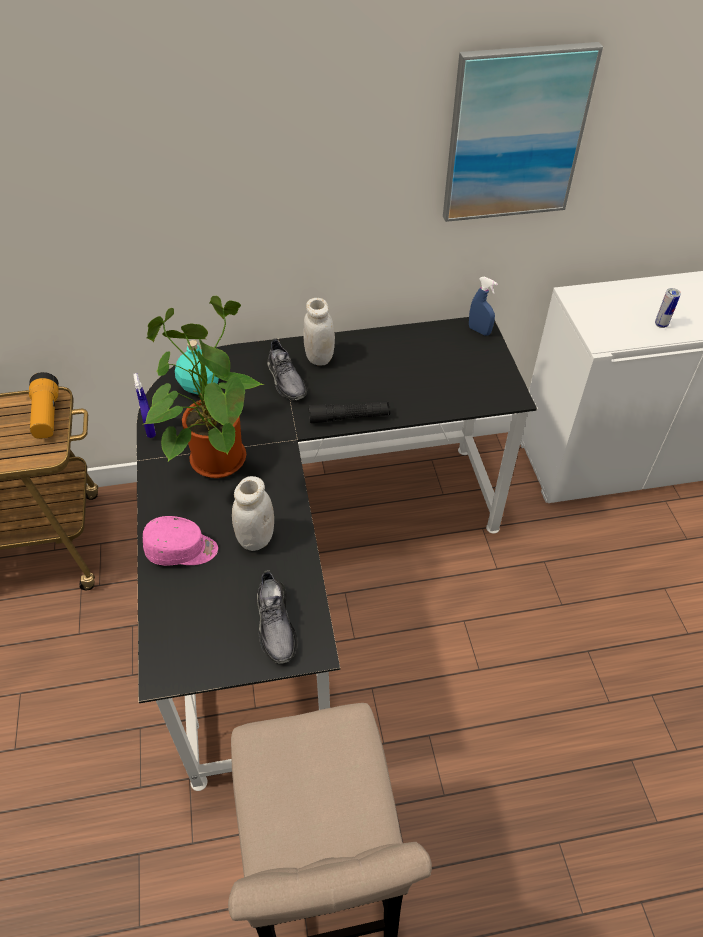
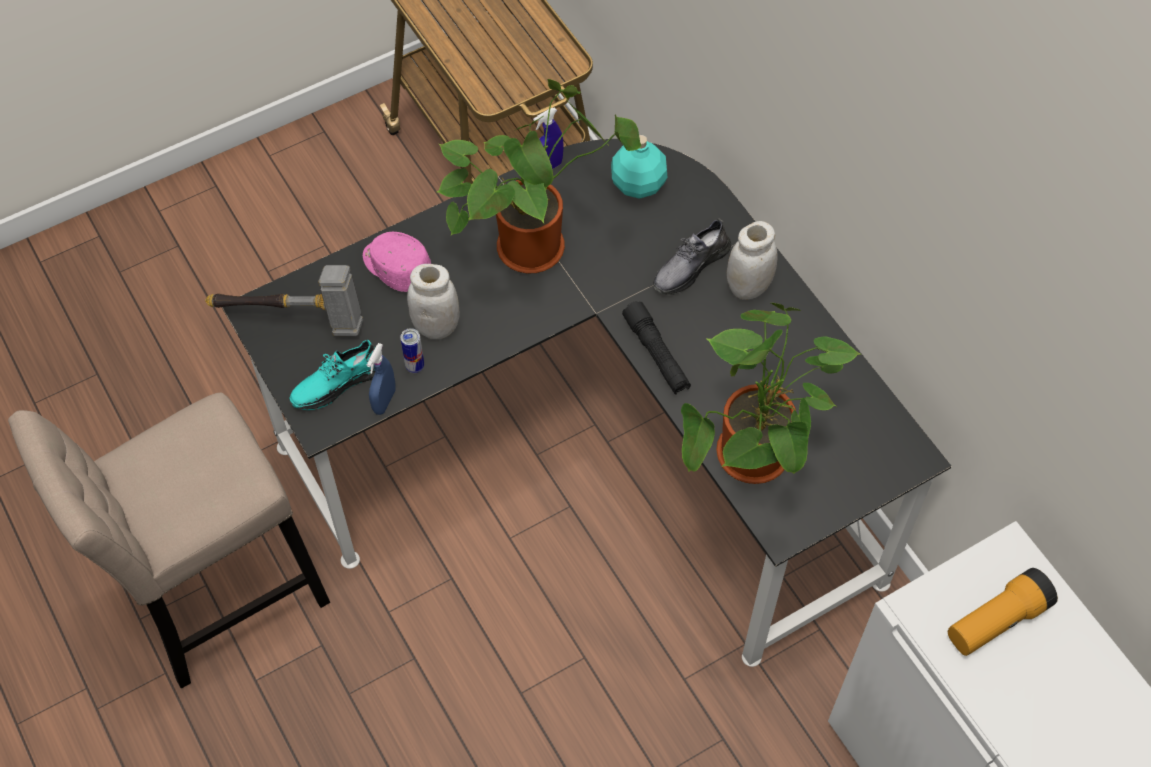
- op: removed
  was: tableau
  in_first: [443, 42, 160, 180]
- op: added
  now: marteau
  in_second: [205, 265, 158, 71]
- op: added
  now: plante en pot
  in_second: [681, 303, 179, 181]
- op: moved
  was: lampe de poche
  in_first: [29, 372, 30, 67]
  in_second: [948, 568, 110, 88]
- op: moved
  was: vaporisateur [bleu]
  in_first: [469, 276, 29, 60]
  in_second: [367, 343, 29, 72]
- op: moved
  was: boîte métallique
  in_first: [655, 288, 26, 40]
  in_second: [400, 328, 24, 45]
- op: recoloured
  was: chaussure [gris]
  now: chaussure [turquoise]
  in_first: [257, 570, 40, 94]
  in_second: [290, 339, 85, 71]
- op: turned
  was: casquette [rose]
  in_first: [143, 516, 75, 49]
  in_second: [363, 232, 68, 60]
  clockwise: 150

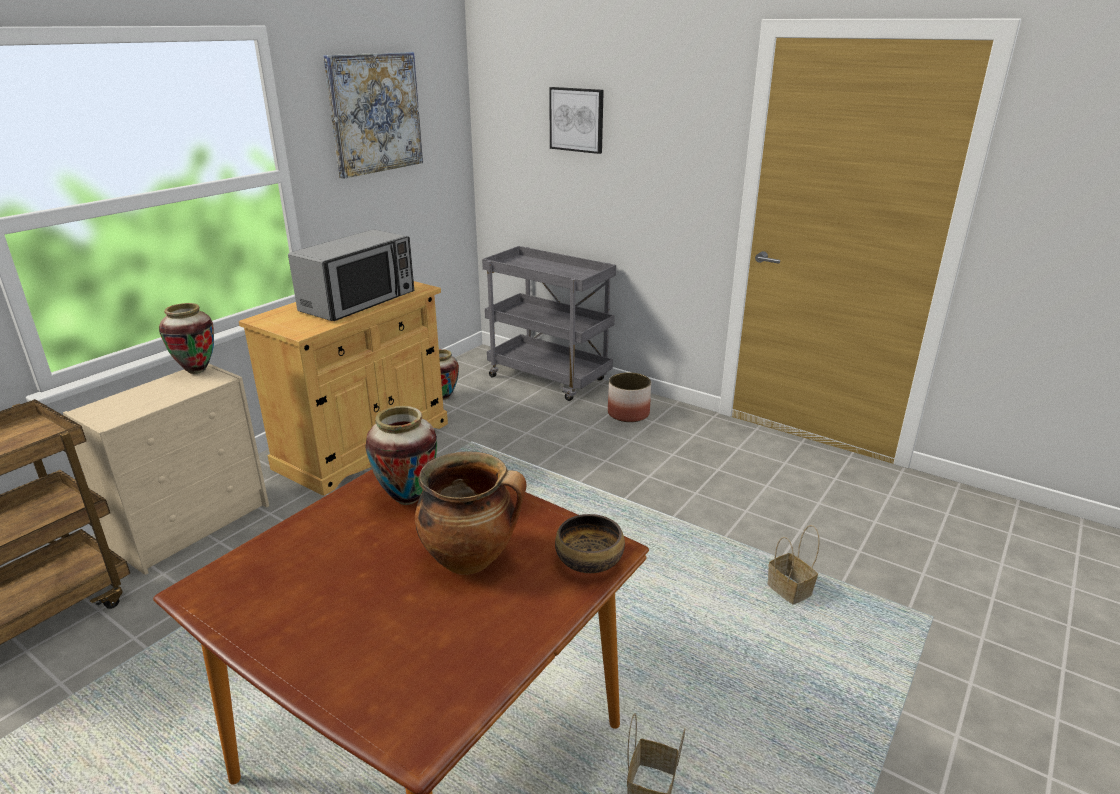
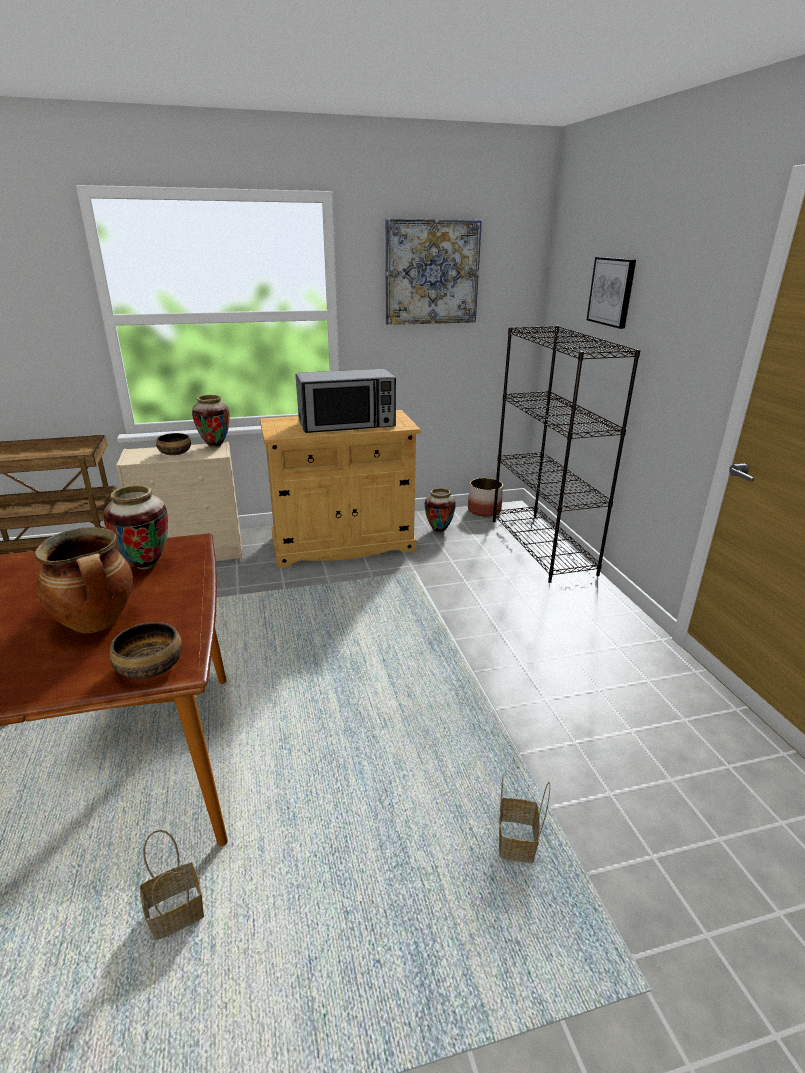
- op: added
  now: bol
  in_second: [156, 433, 35, 22]
- op: moved
  was: cache-pot
  in_first: [608, 372, 43, 50]
  in_second: [468, 478, 35, 38]
- op: replaced
  was: chariot [gris]
  now: bibliothèque [noir]
  in_first: [482, 246, 134, 155]
  in_second: [493, 326, 147, 257]

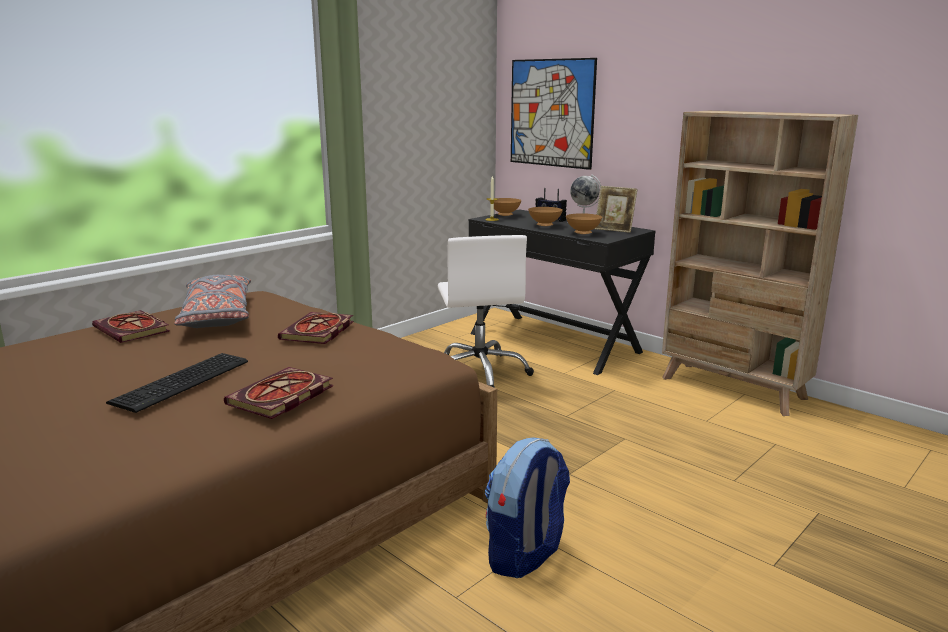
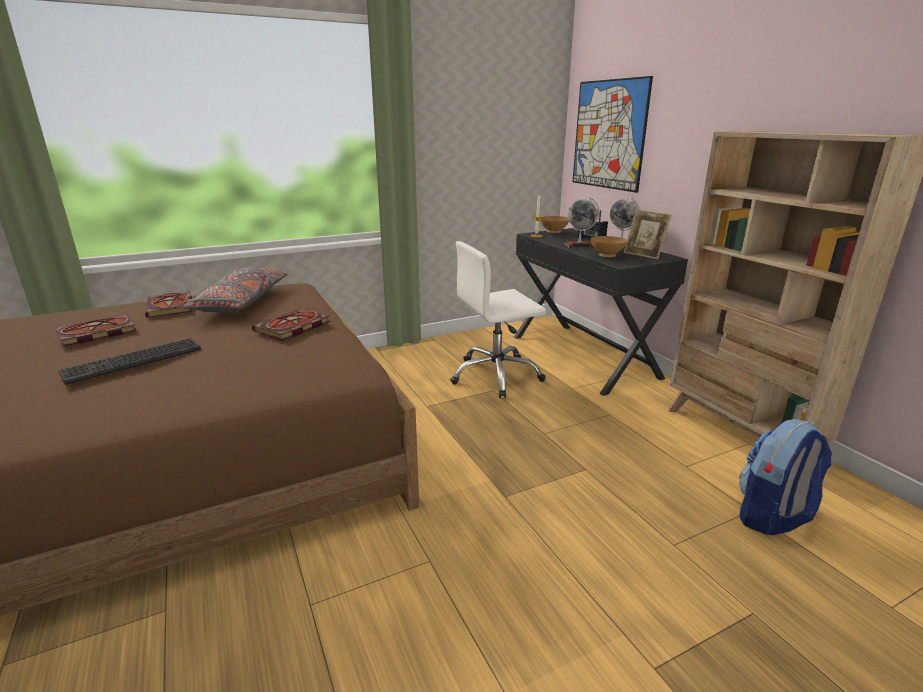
- op: moved
  was: livre
  in_first: [224, 367, 109, 52]
  in_second: [55, 314, 82, 33]
- op: moved
  was: sac à dos
  in_first: [485, 437, 85, 141]
  in_second: [739, 419, 93, 117]
- op: replaced
  was: bol [marron]
  now: globe
  in_first: [528, 207, 35, 19]
  in_second: [565, 197, 34, 51]
- op: turned
  was: chaise de bureau [blanc]
  in_first: [438, 235, 96, 153]
  in_second: [450, 241, 96, 157]
  clockwise: 60

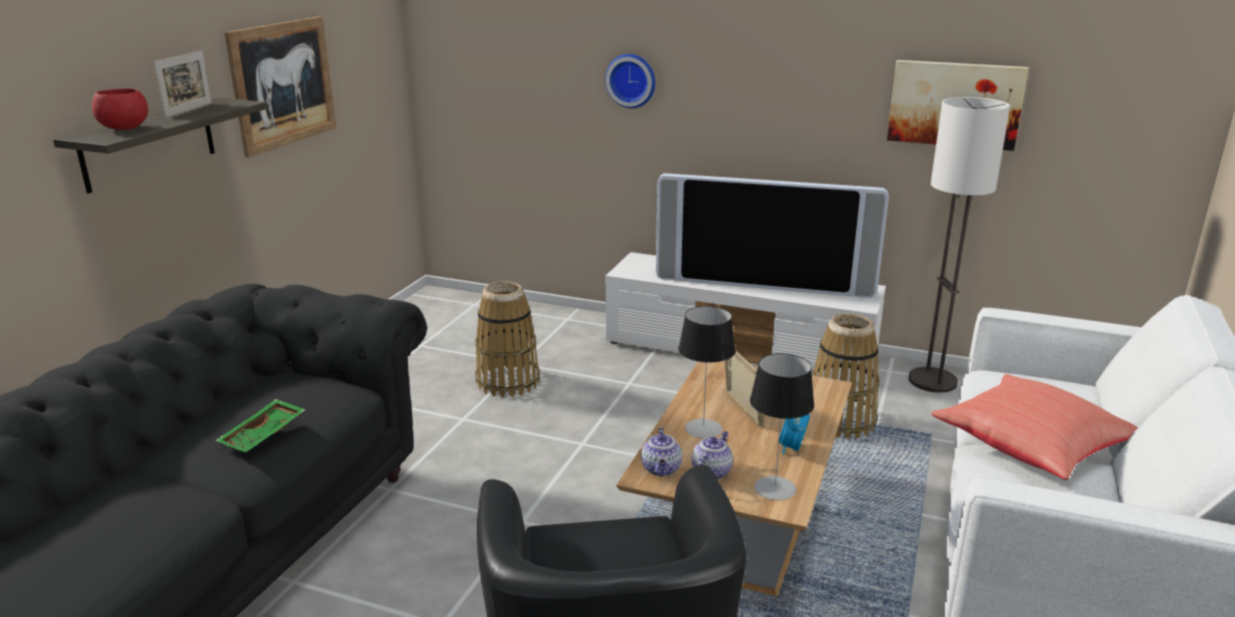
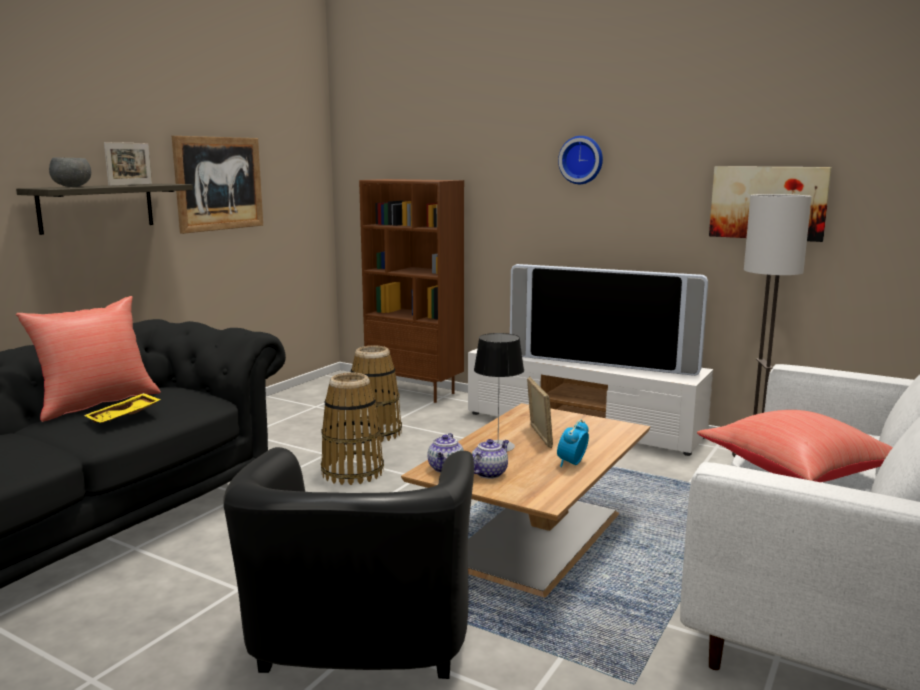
- op: removed
  was: lampe de table
  in_first: [750, 353, 64, 147]
- op: added
  now: coussin [rouge]
  in_second: [16, 296, 145, 126]
- op: added
  now: bibliothèque [marron]
  in_second: [359, 179, 105, 224]
- op: moved
  was: horloge murale
  in_first: [605, 54, 50, 54]
  in_second: [558, 136, 45, 48]
- op: moved
  was: panier
  in_first: [812, 313, 68, 126]
  in_second: [321, 372, 63, 113]
- op: recoloured
  was: bol [rouge]
  now: bol [gris]
  in_first: [92, 88, 56, 42]
  in_second: [49, 158, 42, 29]
- op: recoloured
  was: plateau [vert]
  now: plateau [jaune]
  in_first: [216, 399, 90, 53]
  in_second: [84, 393, 77, 30]

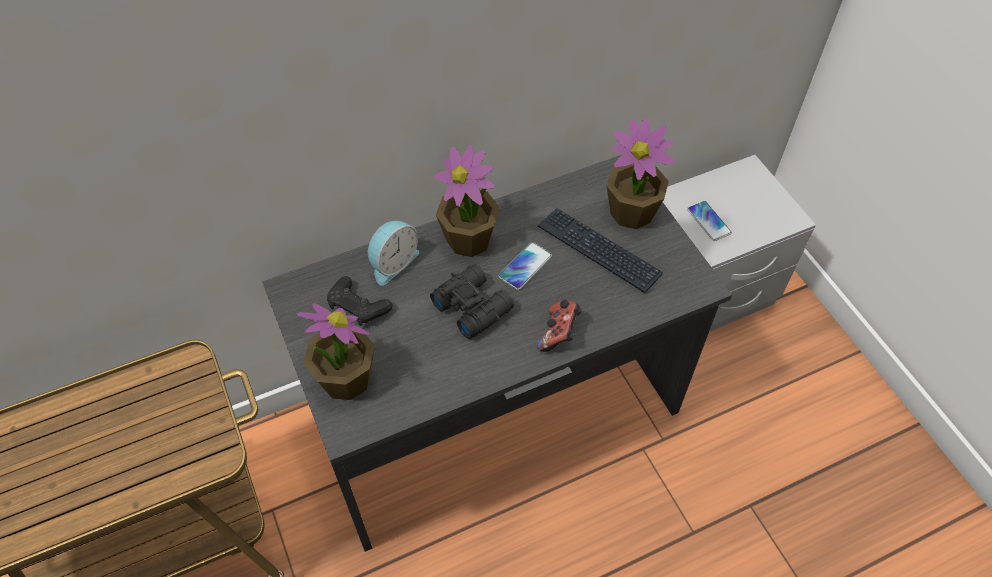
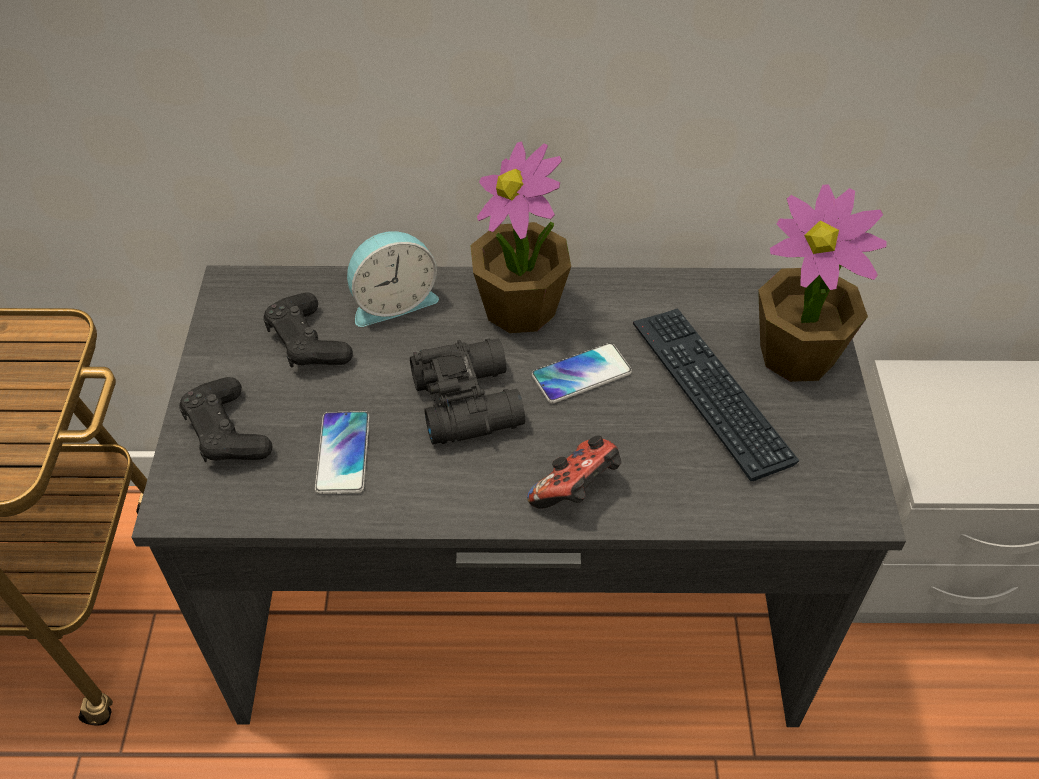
- op: moved
  was: téléphone
  in_first: [687, 201, 45, 40]
  in_second: [315, 411, 54, 83]
- op: replaced
  was: plante en pot
  now: manette [noir]
  in_first: [297, 303, 78, 97]
  in_second: [179, 377, 93, 85]

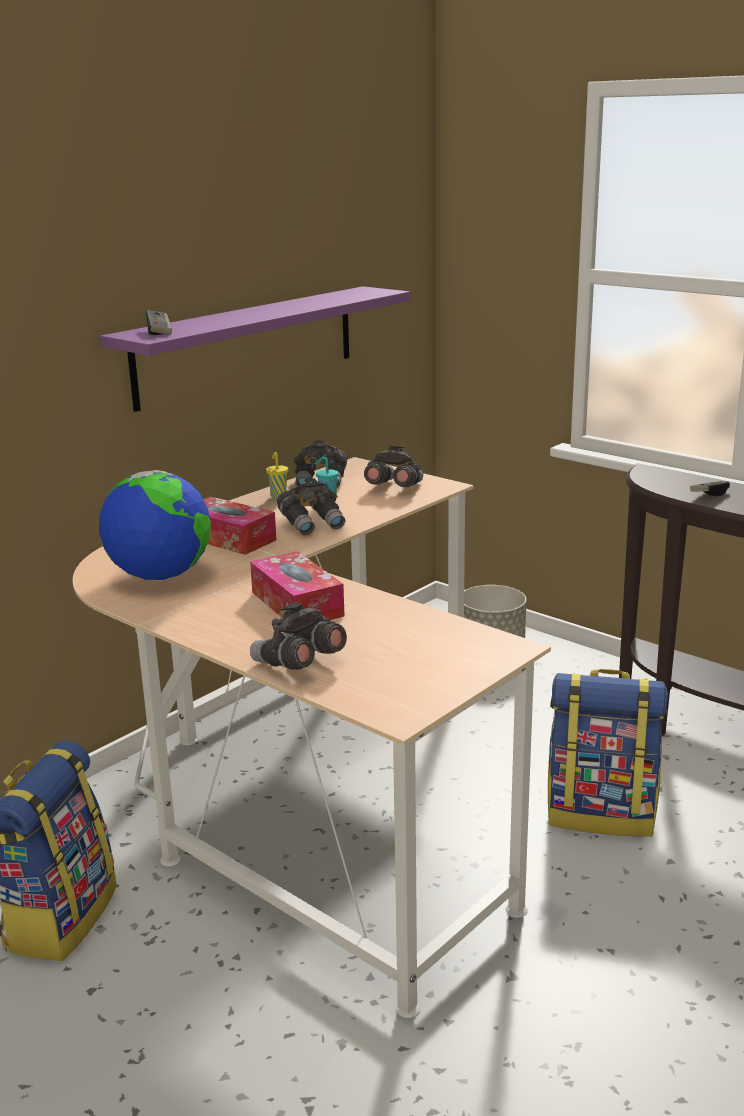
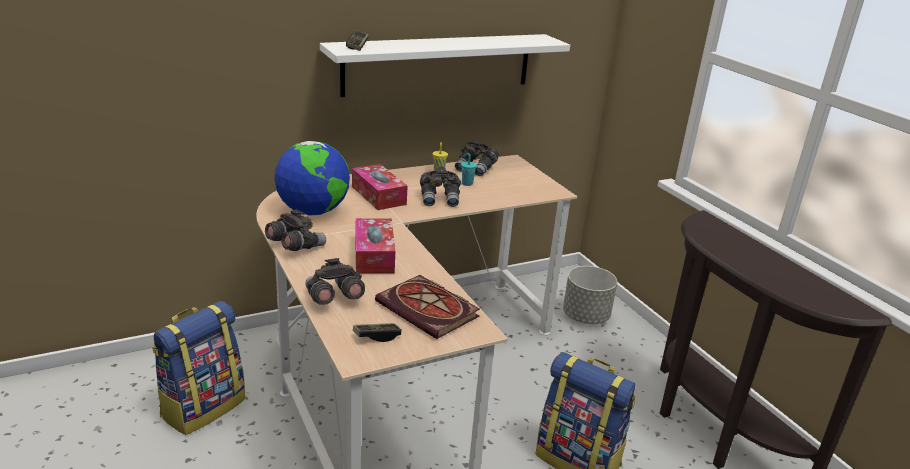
- op: added
  now: livre
  in_second: [375, 275, 105, 64]
- op: moved
  was: jumelles [gris]
  in_first: [364, 446, 59, 41]
  in_second: [265, 209, 61, 42]
- op: moved
  was: manette
  in_first: [690, 481, 40, 15]
  in_second: [353, 323, 48, 19]
- op: recoloured
  was: étagère [violet]
  now: étagère [blanc]
  in_first: [100, 286, 310, 126]
  in_second: [320, 34, 250, 63]

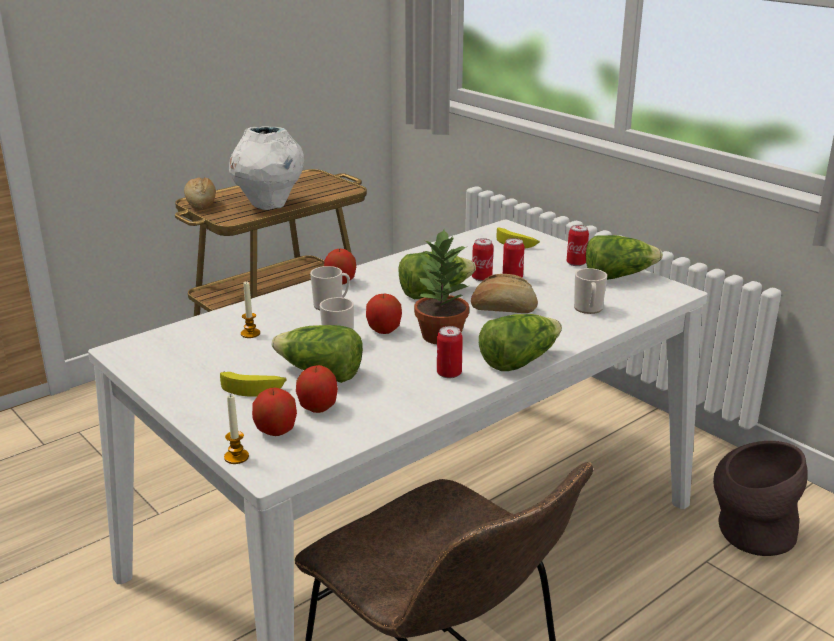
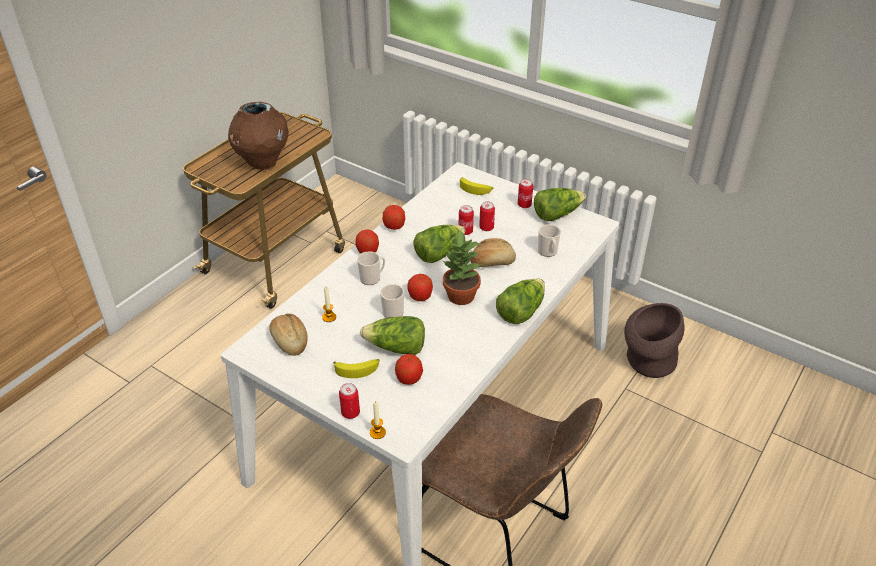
- op: moved
  was: pain
  in_first: [184, 177, 32, 33]
  in_second: [269, 313, 39, 43]
- op: moved
  was: pomme
  in_first: [252, 387, 45, 49]
  in_second: [383, 205, 22, 25]
- op: moved
  was: boîte métallique
  in_first: [437, 326, 26, 53]
  in_second: [339, 383, 21, 36]
- op: recoloured
  was: vase [blanc]
  now: vase [marron]
  in_first: [229, 126, 75, 84]
  in_second: [228, 102, 61, 68]

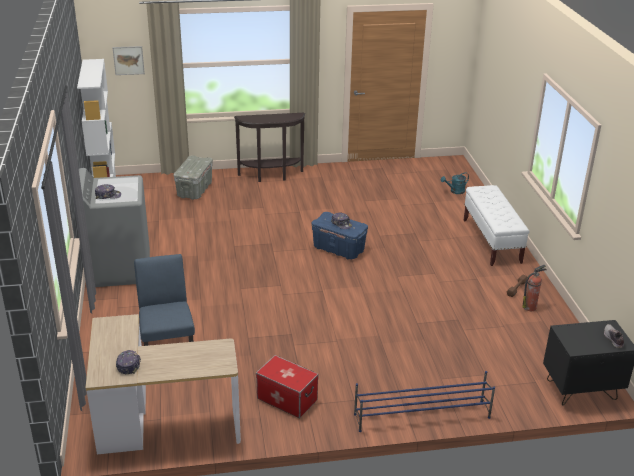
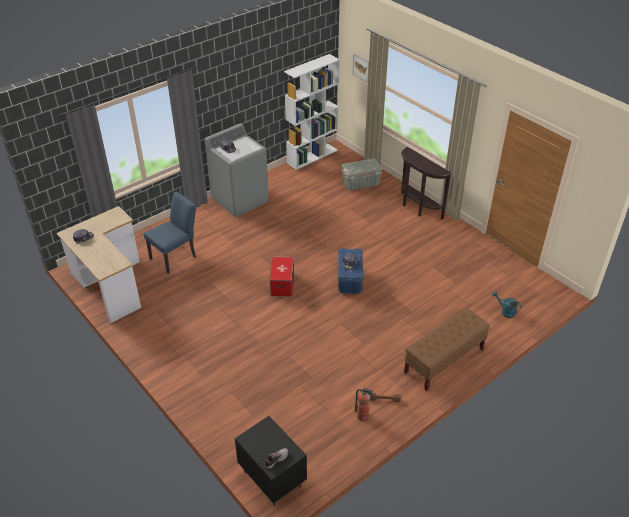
- op: removed
  was: étagère à chaussures [bleu]
  in_first: [354, 371, 141, 61]
- op: moved
  was: boîte de rangement
  in_first: [256, 355, 63, 63]
  in_second: [269, 256, 25, 41]
- op: recoloured
  was: banc [blanc]
  now: banc [marron]
  in_first: [463, 185, 66, 81]
  in_second: [404, 308, 86, 84]

